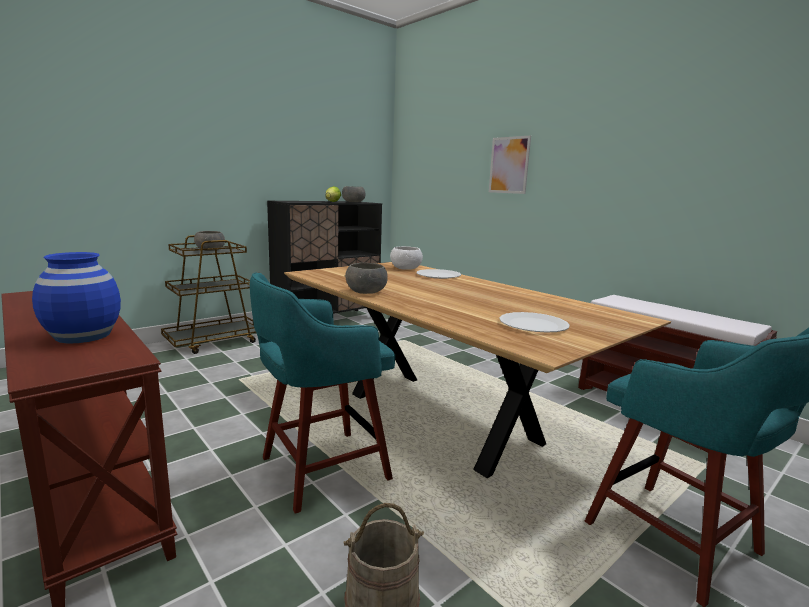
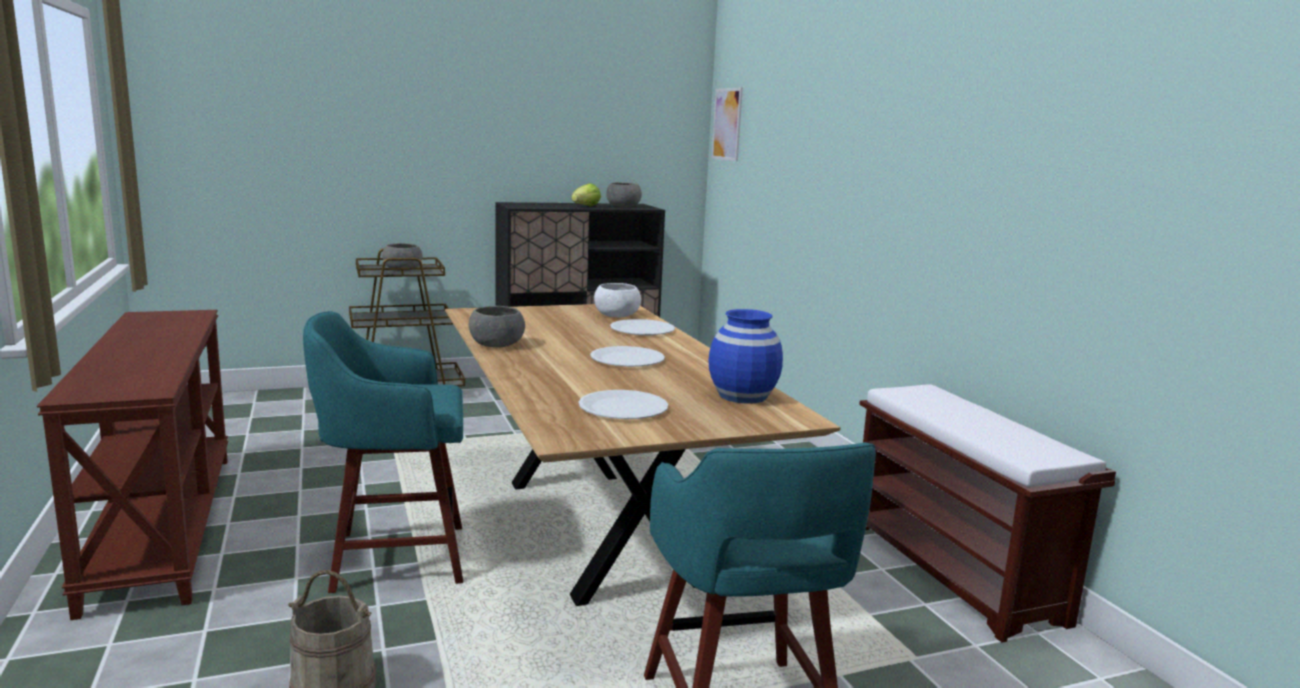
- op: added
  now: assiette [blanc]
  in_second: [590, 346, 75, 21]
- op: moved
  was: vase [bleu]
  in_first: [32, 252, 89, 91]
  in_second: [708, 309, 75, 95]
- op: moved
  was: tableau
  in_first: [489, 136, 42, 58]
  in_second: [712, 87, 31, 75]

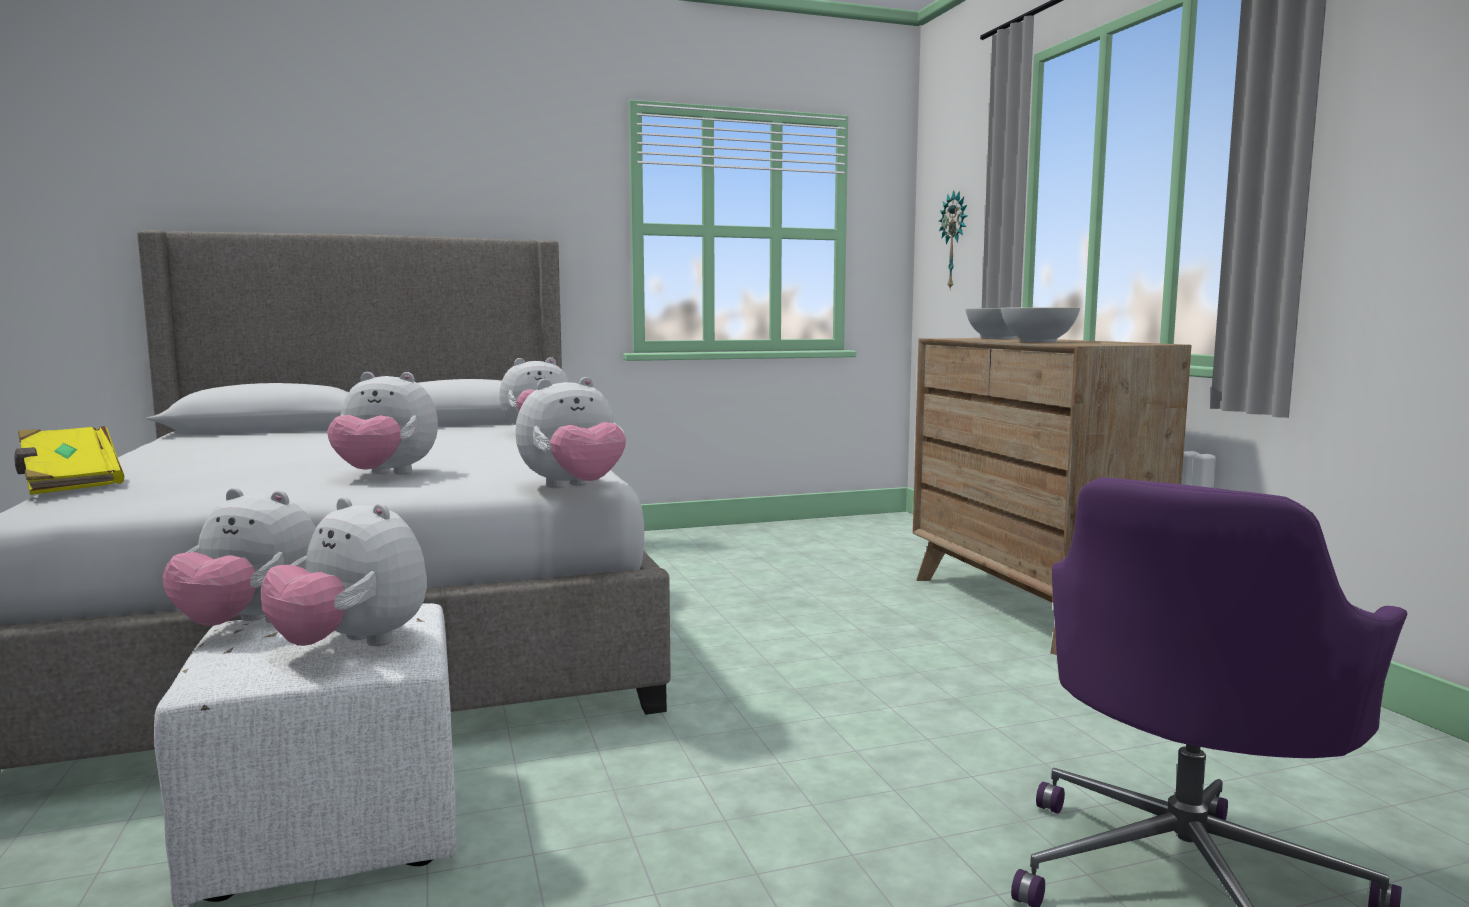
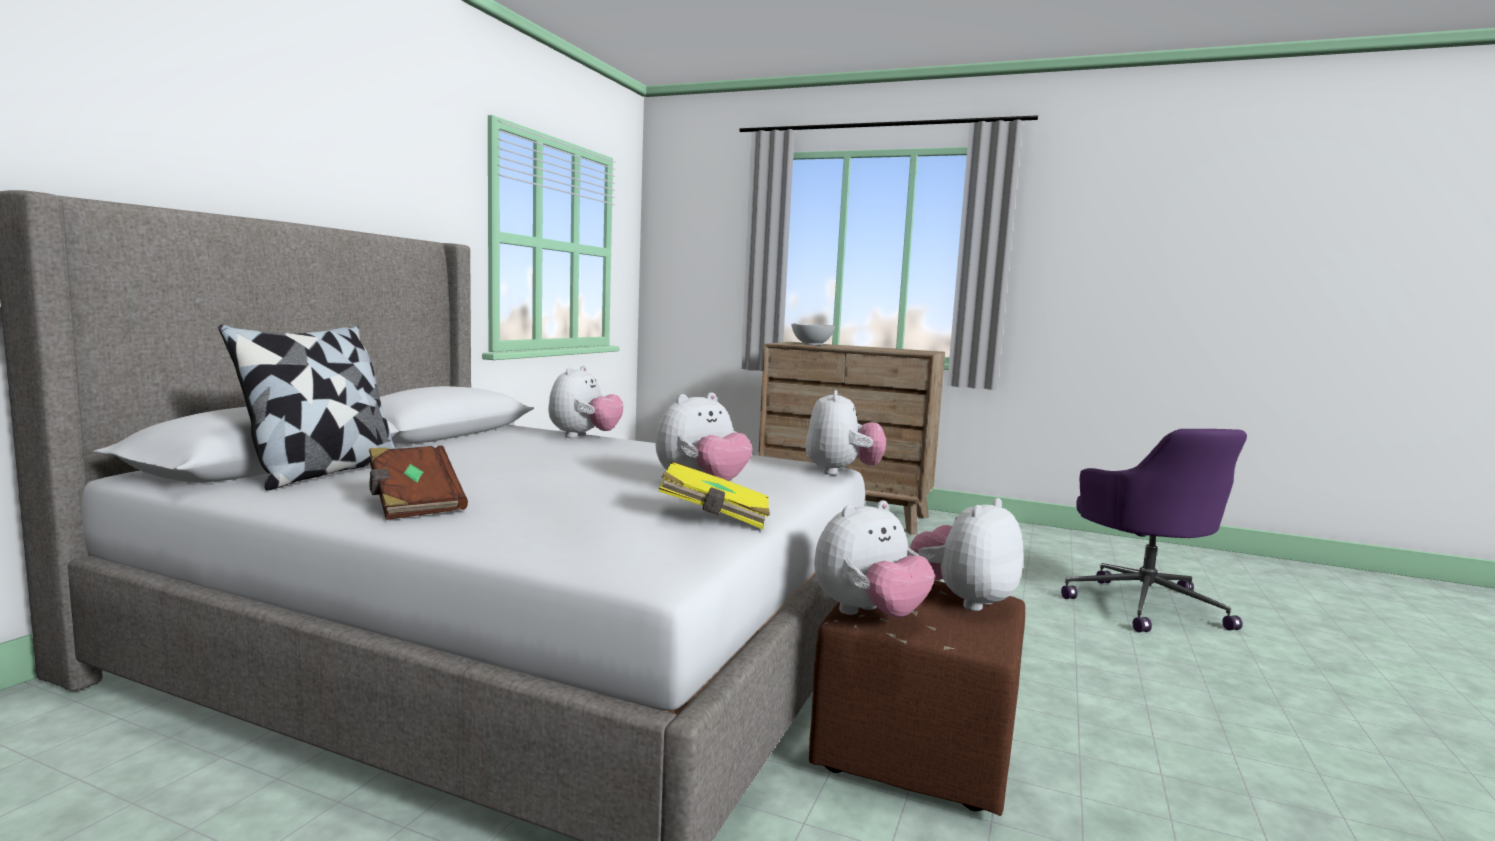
- op: removed
  was: horloge murale
  in_first: [939, 190, 28, 100]
- op: removed
  was: bol [blanc]
  in_first: [1001, 307, 79, 35]
- op: added
  now: coussin
  in_second: [218, 325, 178, 166]
- op: added
  now: livre [marron]
  in_second: [369, 446, 99, 74]
- op: moved
  was: livre [jaune]
  in_first: [14, 426, 110, 69]
  in_second: [658, 461, 112, 68]
- op: recoloured
  was: pouf [blanc]
  now: pouf [marron]
  in_first: [154, 603, 303, 304]
  in_second: [809, 580, 216, 236]
- op: turned
  was: peluche
  in_first: [261, 497, 166, 149]
  in_second: [910, 498, 113, 113]
  clockwise: 150

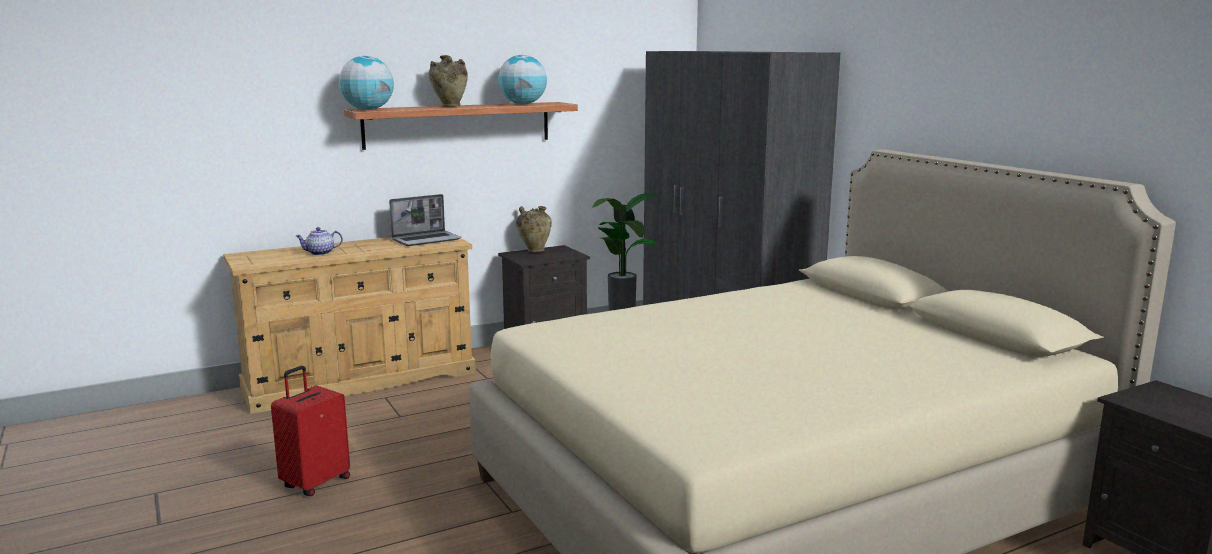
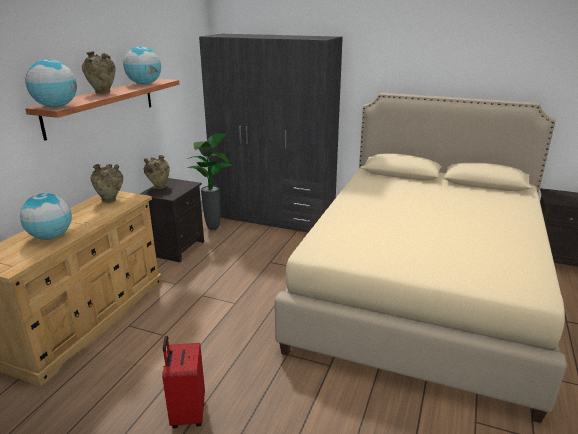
- op: replaced
  was: théière
  now: globe
  in_first: [296, 227, 47, 28]
  in_second: [20, 193, 52, 47]
- op: replaced
  was: ordinateur portable
  now: vase [beige]
  in_first: [389, 194, 72, 52]
  in_second: [91, 164, 32, 39]

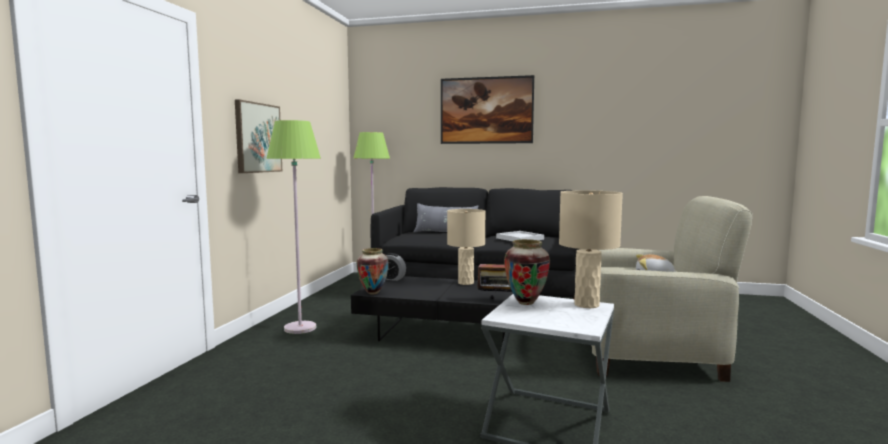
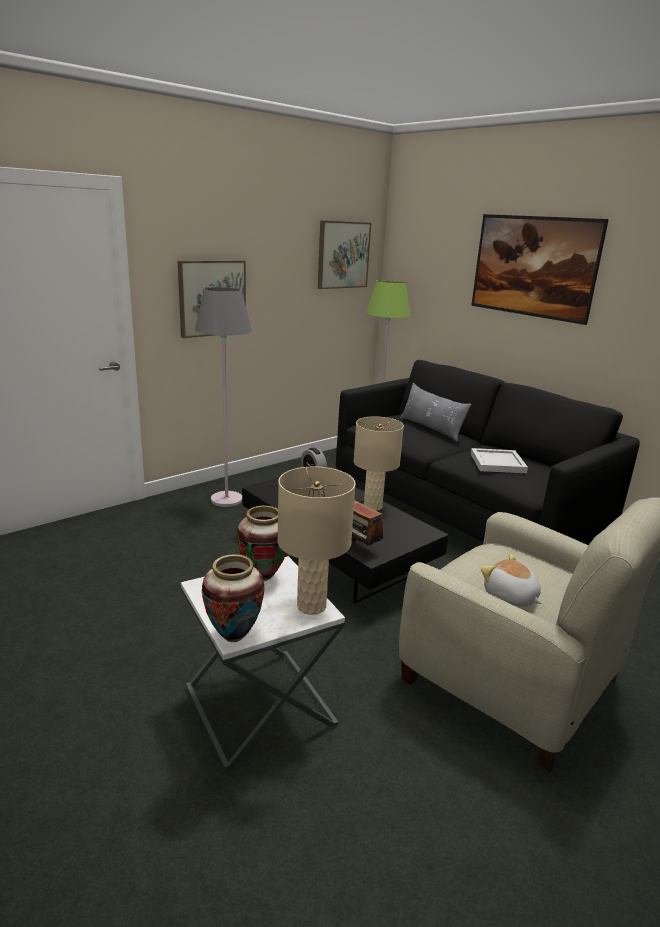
- op: added
  now: tableau
  in_second: [318, 220, 53, 69]
- op: moved
  was: vase
  in_first: [357, 248, 32, 46]
  in_second: [202, 554, 63, 88]
- op: recoloured
  was: lampadaire [vert]
  now: lampadaire [gris]
  in_first: [266, 120, 55, 214]
  in_second: [195, 287, 57, 220]

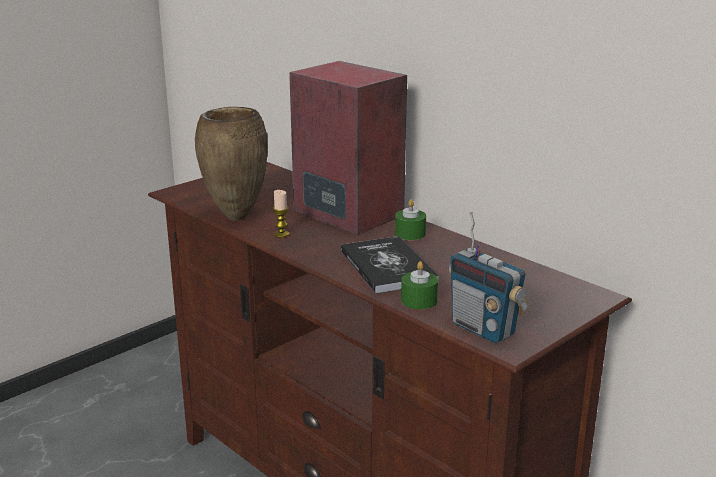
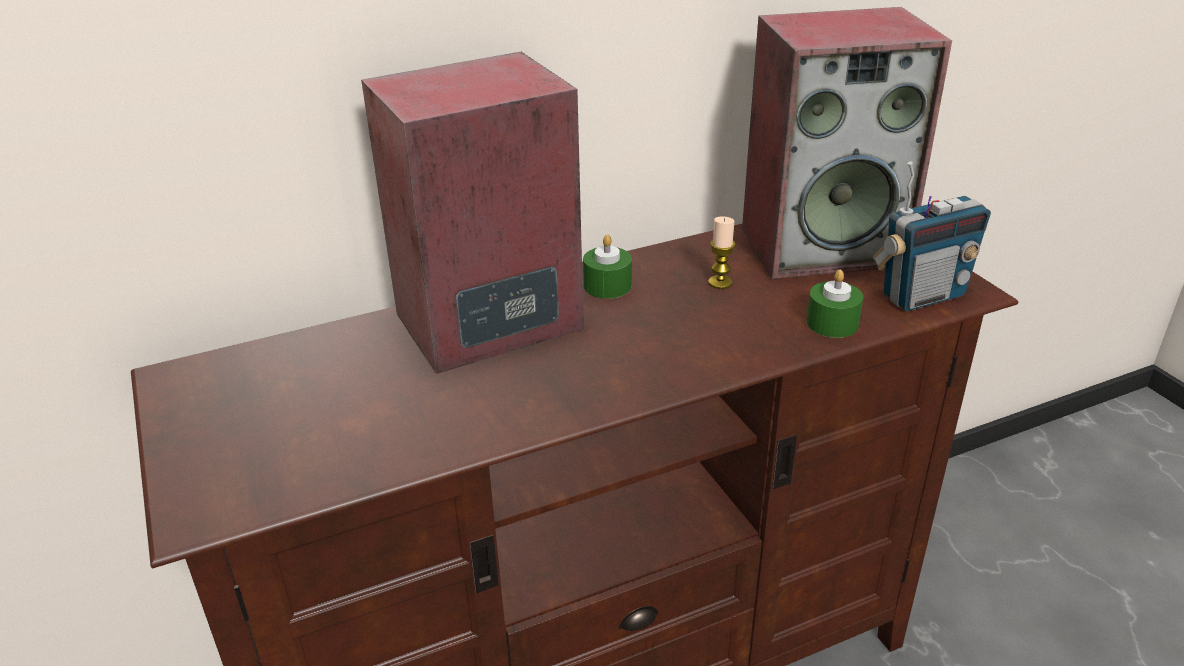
- op: removed
  was: vase [marron]
  in_first: [195, 107, 73, 114]
- op: removed
  was: livre
  in_first: [340, 236, 99, 58]
- op: added
  now: enceinte
  in_second: [742, 7, 210, 272]
- op: moved
  was: bougie
  in_first: [273, 190, 16, 48]
  in_second: [708, 217, 27, 72]

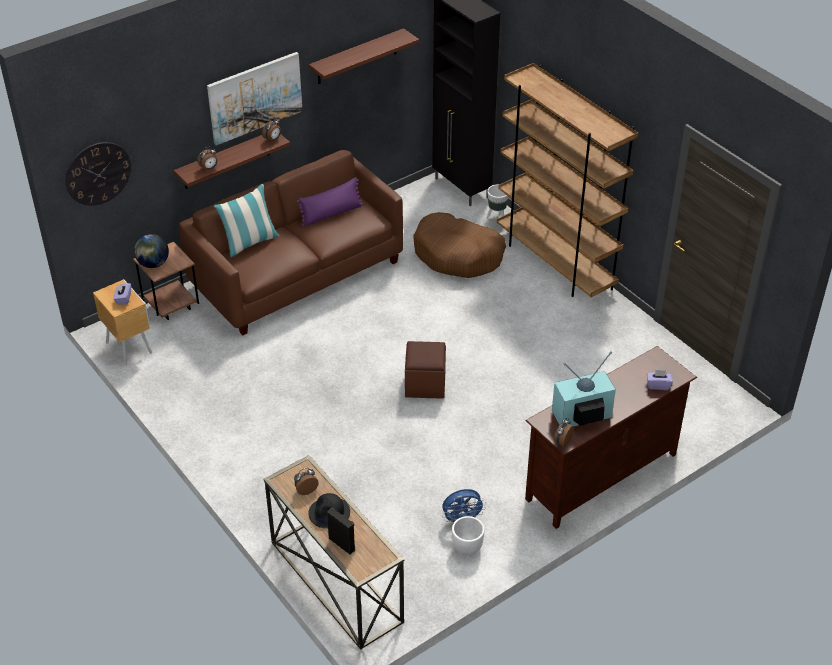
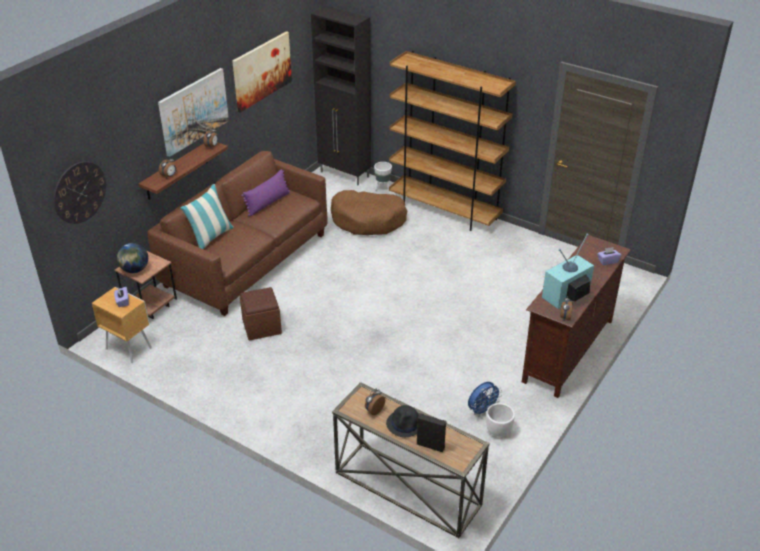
- op: moved
  was: pouf [marron]
  in_first: [405, 341, 41, 58]
  in_second: [240, 287, 42, 54]
- op: replaced
  was: étagère
  now: tableau
  in_first: [309, 28, 110, 56]
  in_second: [232, 31, 60, 82]

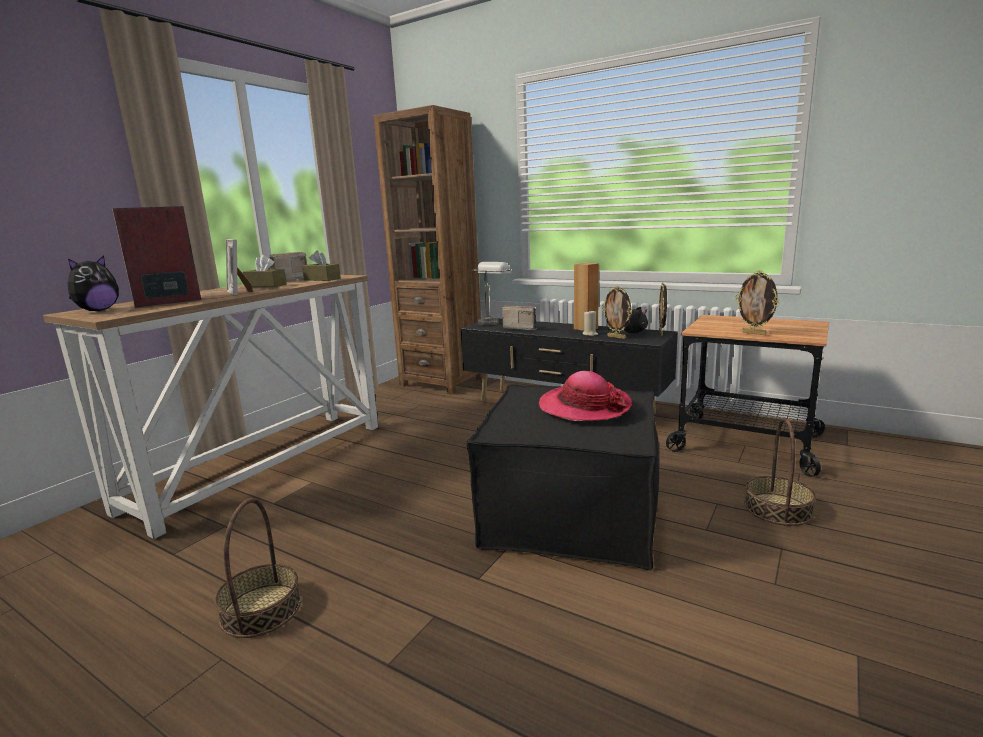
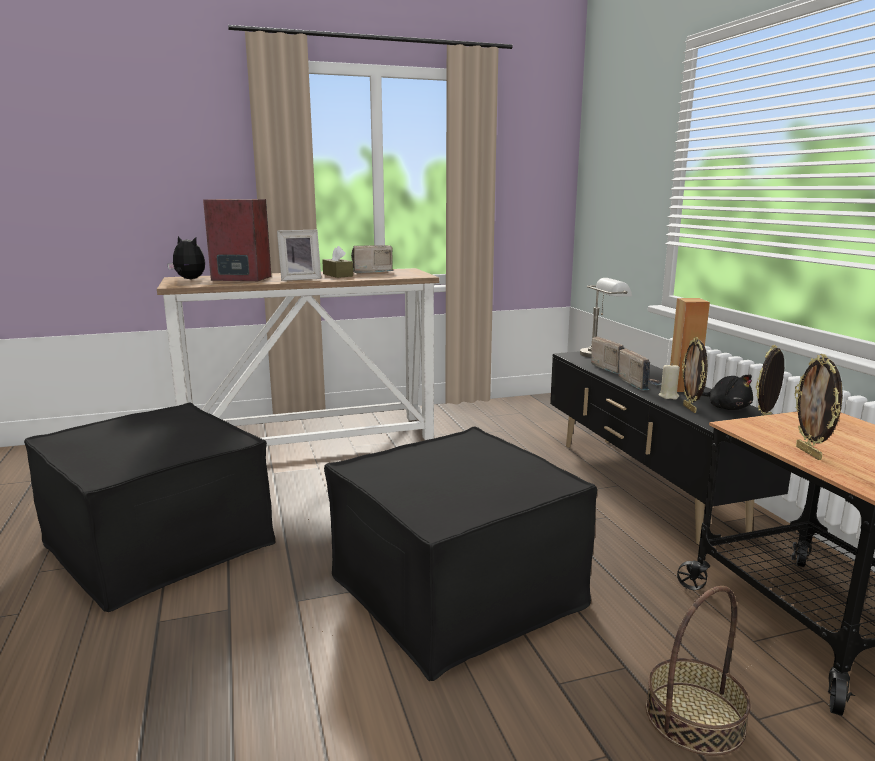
- op: removed
  was: boîte à mouchoirs [marron]
  in_first: [302, 250, 39, 31]
- op: removed
  was: bibliothèque [marron]
  in_first: [374, 105, 108, 290]
- op: removed
  was: chapeau
  in_first: [539, 371, 93, 50]
- op: added
  now: radio
  in_second: [618, 348, 44, 43]
- op: replaced
  was: panier
  now: pouf [noir]
  in_first: [215, 498, 86, 140]
  in_second: [24, 402, 251, 210]
- op: turned
  was: peluche
  in_first: [68, 255, 51, 56]
  in_second: [167, 236, 38, 43]
  clockwise: -135
- op: turned
  was: cadre photo
  in_first: [226, 239, 27, 57]
  in_second: [277, 230, 44, 51]
  clockwise: -120

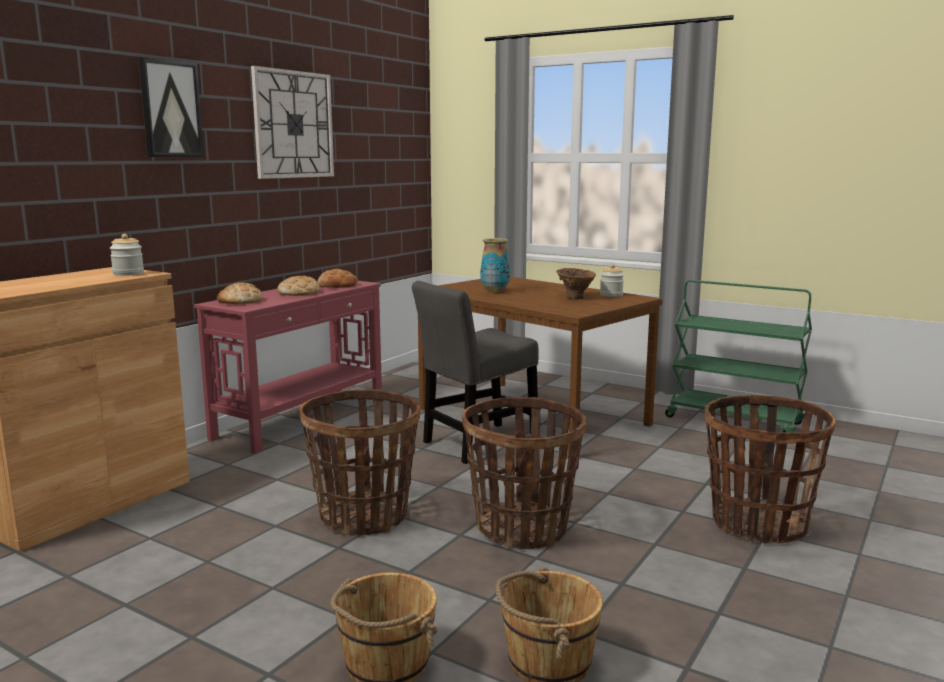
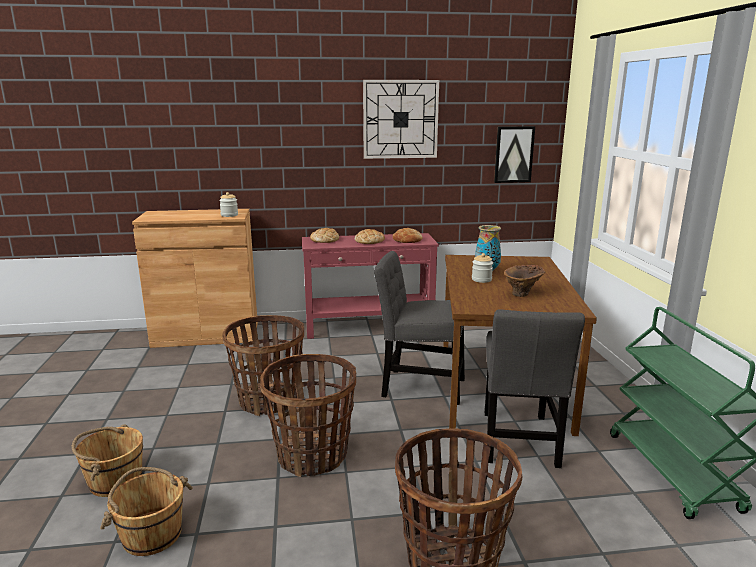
- op: added
  now: chaise [gris]
  in_second: [485, 309, 100, 159]
- op: moved
  was: tableau
  in_first: [138, 57, 66, 100]
  in_second: [494, 126, 41, 57]
- op: moved
  was: bocal
  in_first: [600, 264, 24, 33]
  in_second: [472, 253, 21, 30]

